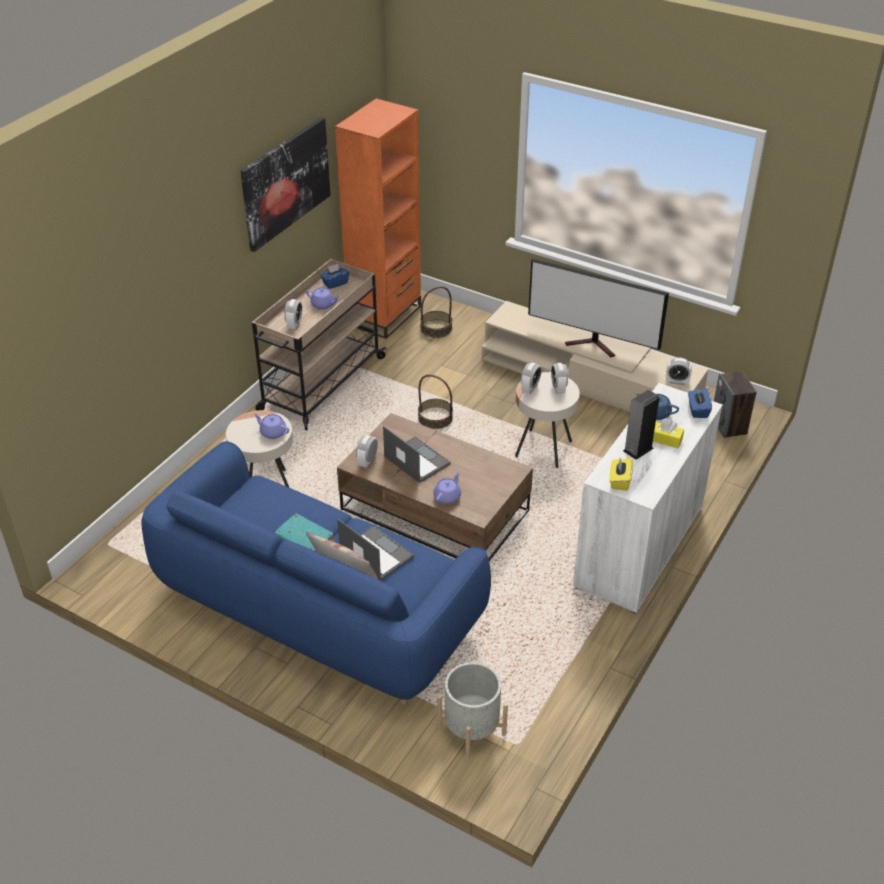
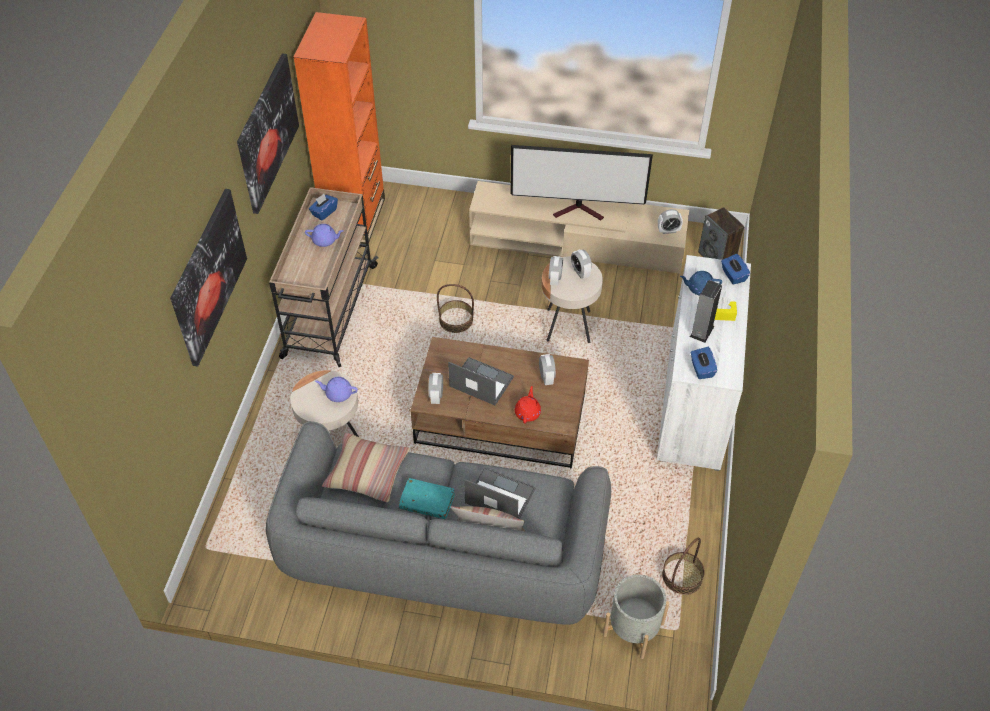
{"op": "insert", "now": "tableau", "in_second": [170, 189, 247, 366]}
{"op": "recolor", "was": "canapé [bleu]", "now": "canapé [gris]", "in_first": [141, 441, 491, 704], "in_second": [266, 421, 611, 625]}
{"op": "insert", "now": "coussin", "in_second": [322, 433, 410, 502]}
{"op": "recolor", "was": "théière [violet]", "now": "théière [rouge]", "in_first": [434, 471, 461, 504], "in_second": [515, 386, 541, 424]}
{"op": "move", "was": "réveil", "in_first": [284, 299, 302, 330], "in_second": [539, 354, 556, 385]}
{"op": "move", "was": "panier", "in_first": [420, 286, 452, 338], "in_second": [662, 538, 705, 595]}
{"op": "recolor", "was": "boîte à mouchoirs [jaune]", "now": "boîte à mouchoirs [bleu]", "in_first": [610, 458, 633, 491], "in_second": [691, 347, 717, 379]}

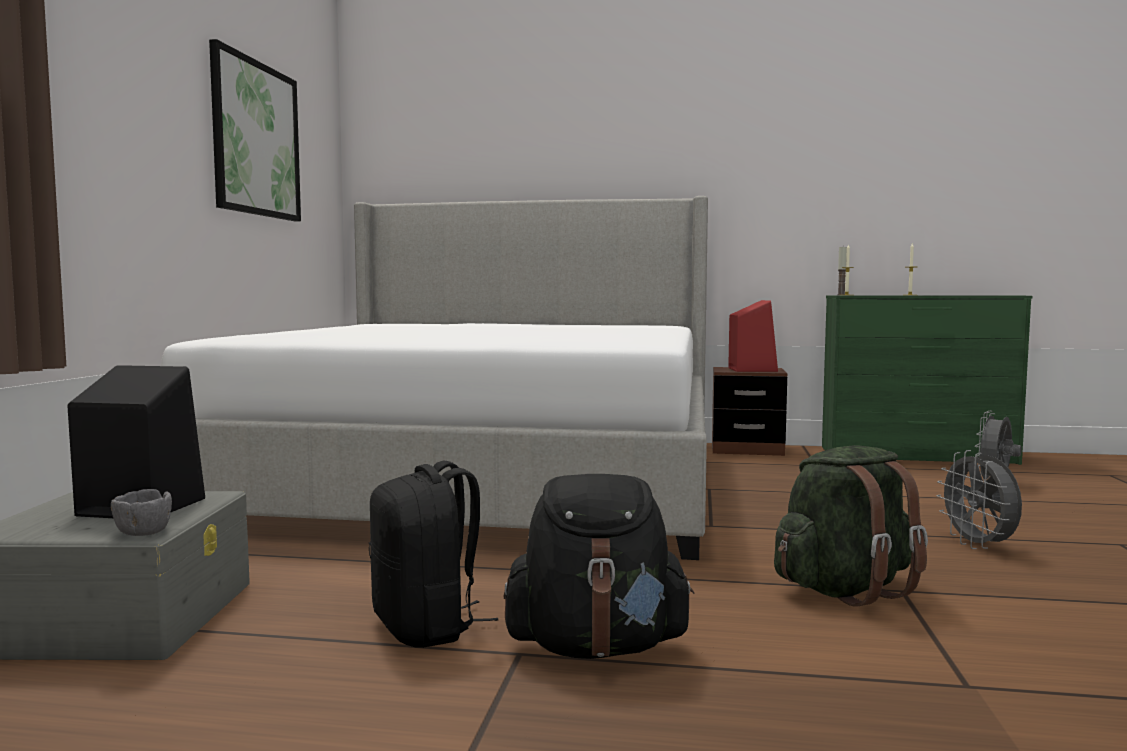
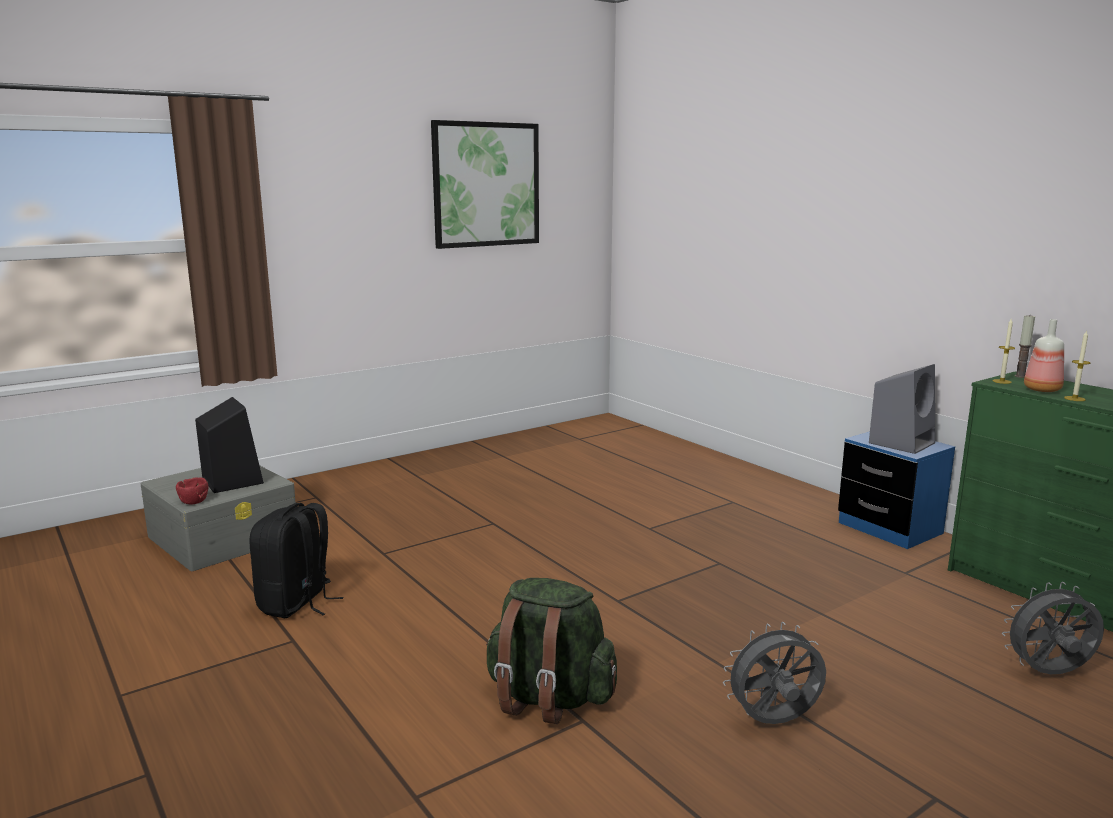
{"op": "recolor", "was": "bol [gris]", "now": "bol [rouge]", "in_first": [111, 489, 172, 536], "in_second": [176, 477, 208, 504]}
{"op": "rotate", "was": "ventilateur [gris]", "in_first": [937, 450, 1022, 549], "in_second": [723, 622, 826, 724], "clockwise": 45}
{"op": "recolor", "was": "table de chevet [marron]", "now": "table de chevet [bleu]", "in_first": [712, 367, 787, 456], "in_second": [838, 432, 955, 549]}
{"op": "recolor", "was": "enceinte [rouge]", "now": "enceinte [gris]", "in_first": [728, 300, 778, 372], "in_second": [869, 364, 935, 454]}
{"op": "insert", "now": "bouteille", "in_second": [1024, 319, 1064, 392]}
{"op": "delete", "was": "lit", "in_first": [161, 196, 708, 560]}
{"op": "delete", "was": "sac à dos [noir]", "in_first": [503, 474, 695, 659]}

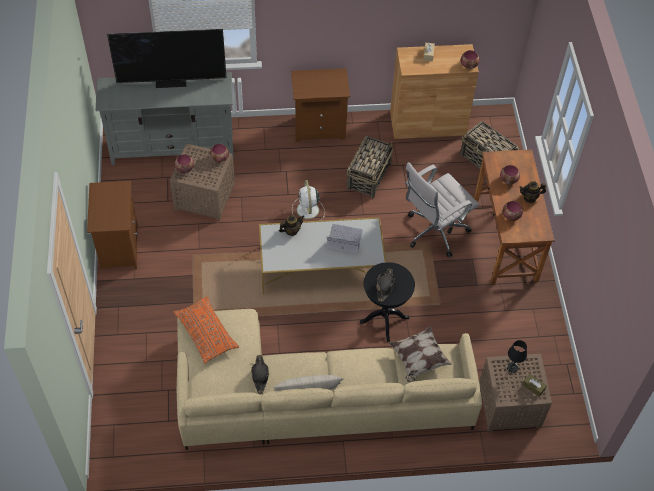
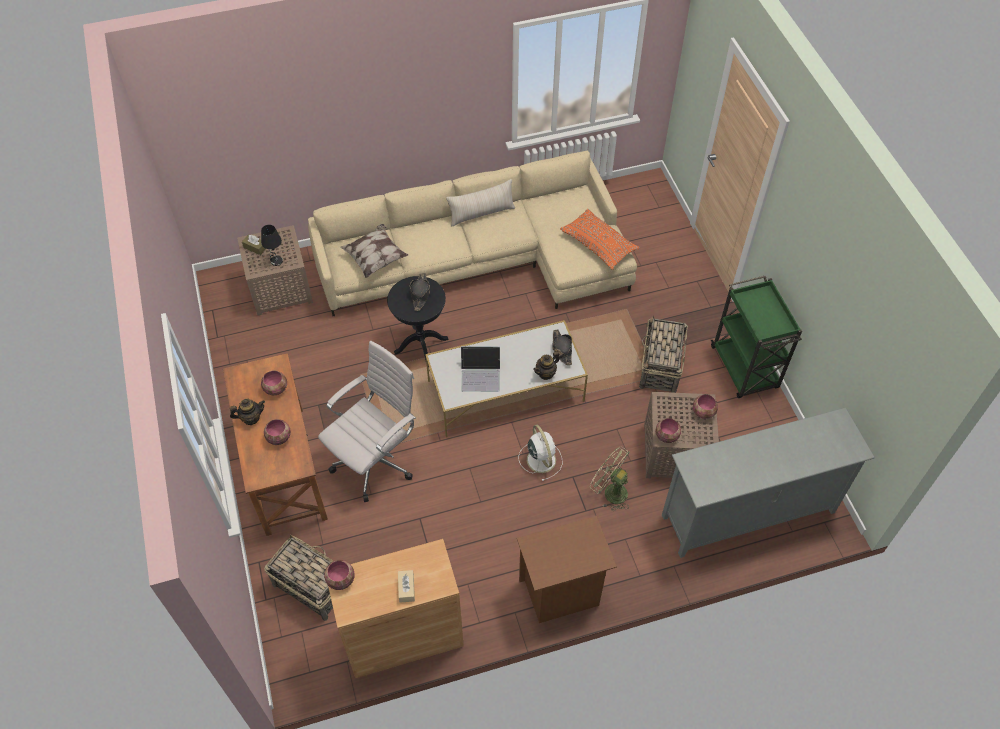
{"op": "move", "was": "chapeau [noir]", "in_first": [251, 355, 269, 394], "in_second": [552, 330, 572, 365]}
{"op": "insert", "now": "ventilateur [vert]", "in_second": [590, 446, 630, 511]}
{"op": "move", "was": "panier", "in_first": [347, 136, 393, 199], "in_second": [639, 316, 688, 393]}
{"op": "replace", "was": "table de chevet [marron]", "now": "chariot [vert]", "in_first": [87, 181, 138, 270], "in_second": [711, 276, 802, 398]}
{"op": "delete", "was": "téléviseur", "in_first": [107, 29, 227, 88]}

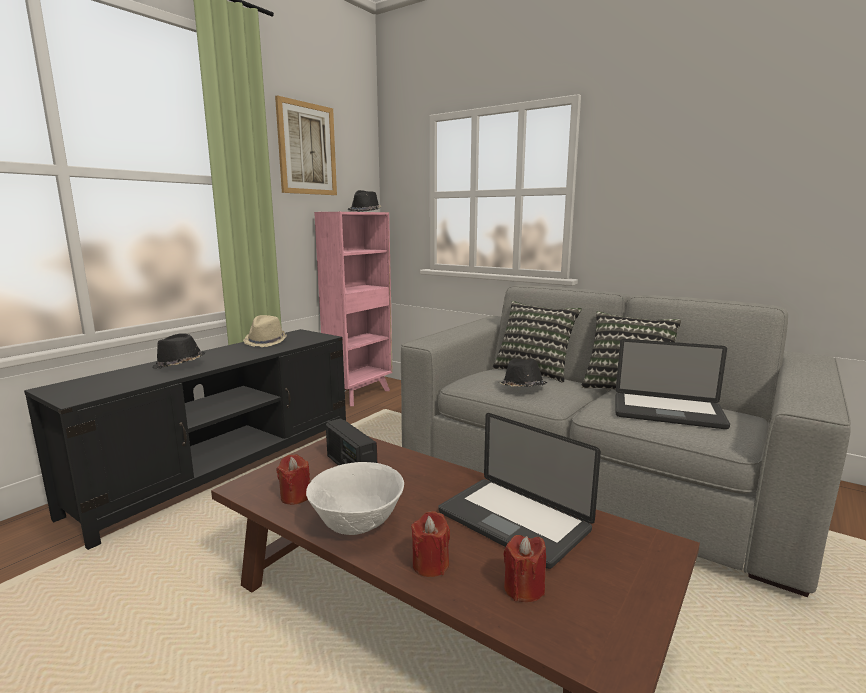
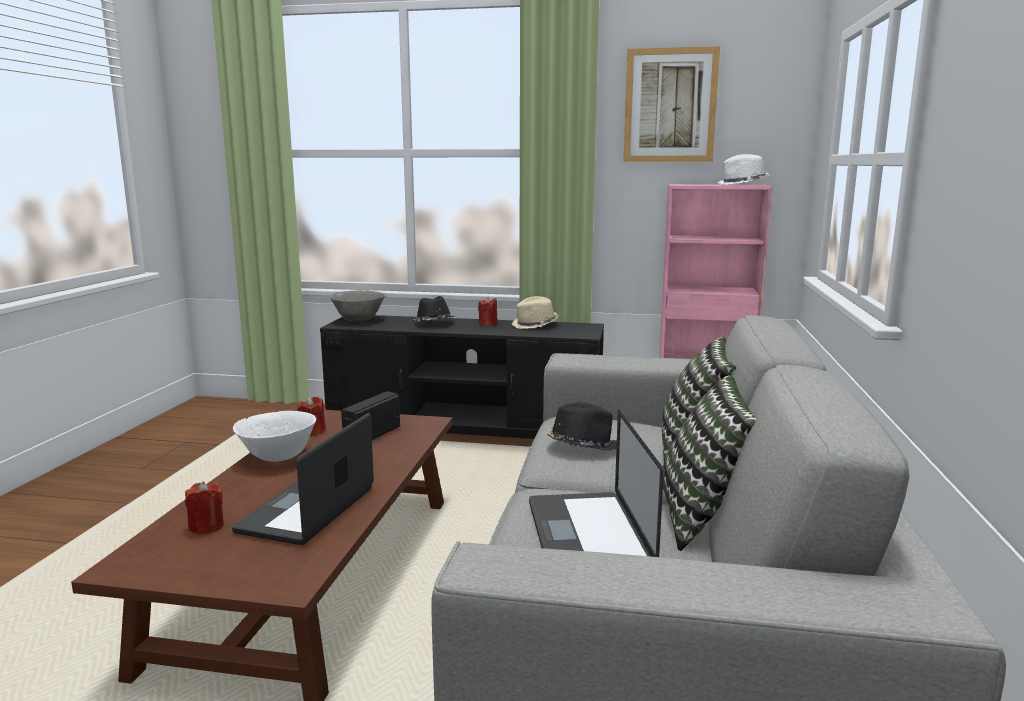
{"op": "insert", "now": "bol [gris]", "in_second": [330, 290, 386, 322]}
{"op": "move", "was": "bougie [rouge]", "in_first": [411, 511, 450, 577], "in_second": [478, 297, 498, 326]}
{"op": "recolor", "was": "chapeau [noir]", "now": "chapeau [blanc]", "in_first": [348, 190, 381, 212], "in_second": [718, 154, 770, 185]}

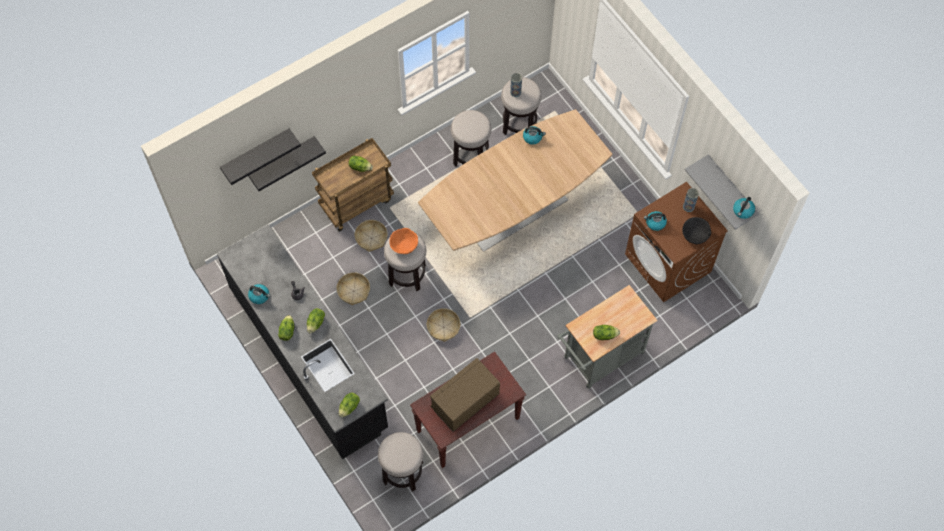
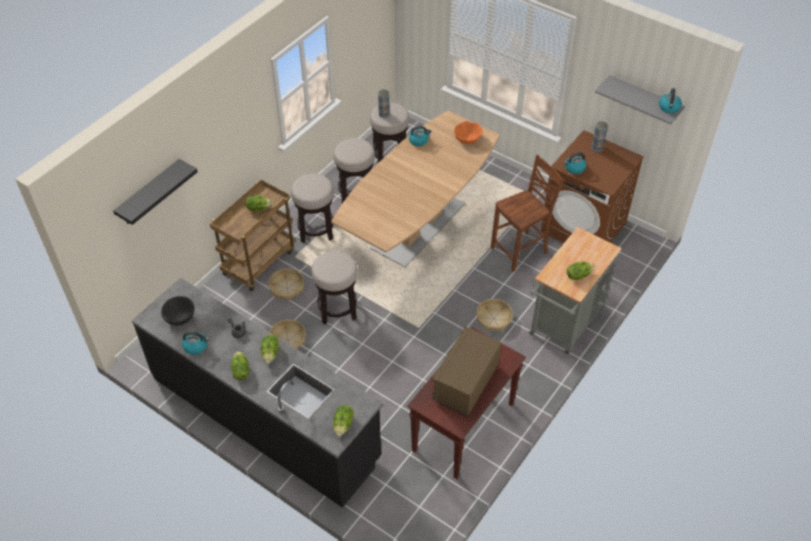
{"op": "move", "was": "bol [noir]", "in_first": [683, 217, 711, 244], "in_second": [161, 296, 195, 326]}
{"op": "move", "was": "tabouret", "in_first": [378, 432, 423, 492], "in_second": [290, 174, 334, 243]}
{"op": "move", "was": "bol [orange]", "in_first": [389, 228, 418, 254], "in_second": [454, 121, 483, 144]}
{"op": "move", "was": "panier", "in_first": [427, 308, 460, 342], "in_second": [476, 299, 513, 331]}
{"op": "insert", "now": "chaise [marron]", "in_second": [491, 154, 564, 272]}
{"op": "delete", "was": "étagère [noir]", "in_first": [248, 136, 326, 191]}

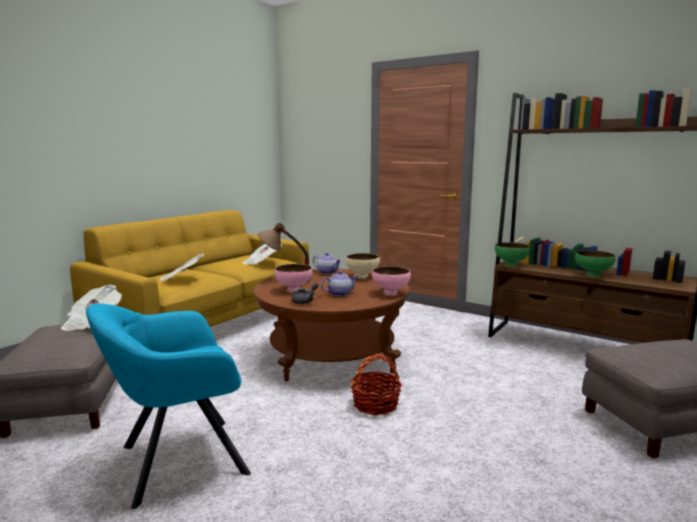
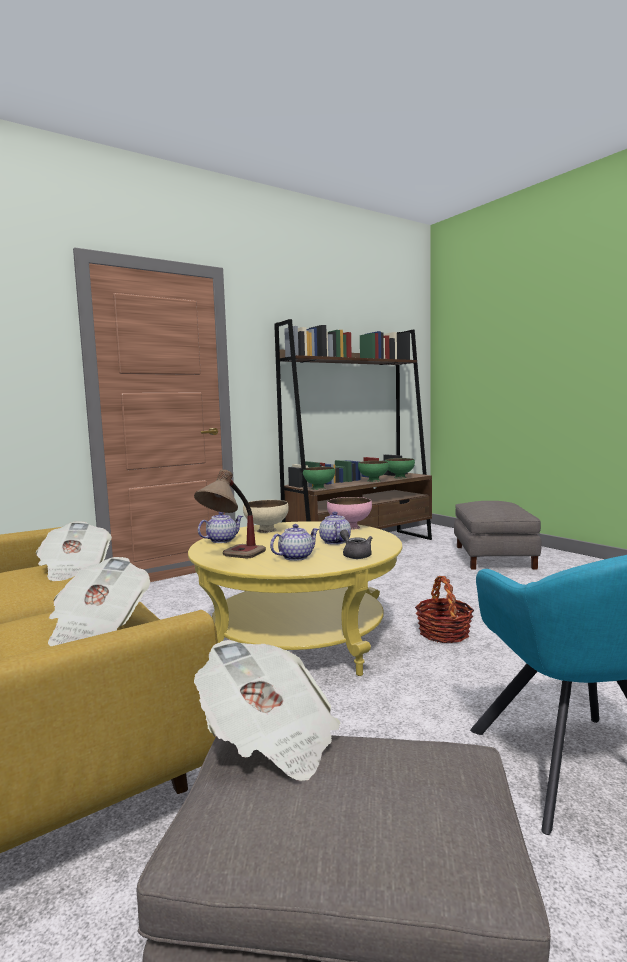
{"op": "recolor", "was": "table basse [marron]", "now": "table basse [jaune]", "in_first": [254, 269, 409, 381], "in_second": [188, 521, 402, 676]}
{"op": "replace", "was": "bol [rose]", "now": "théière", "in_first": [275, 264, 312, 293], "in_second": [270, 524, 319, 561]}
{"op": "insert", "now": "bol [vert]", "in_second": [385, 458, 415, 478]}

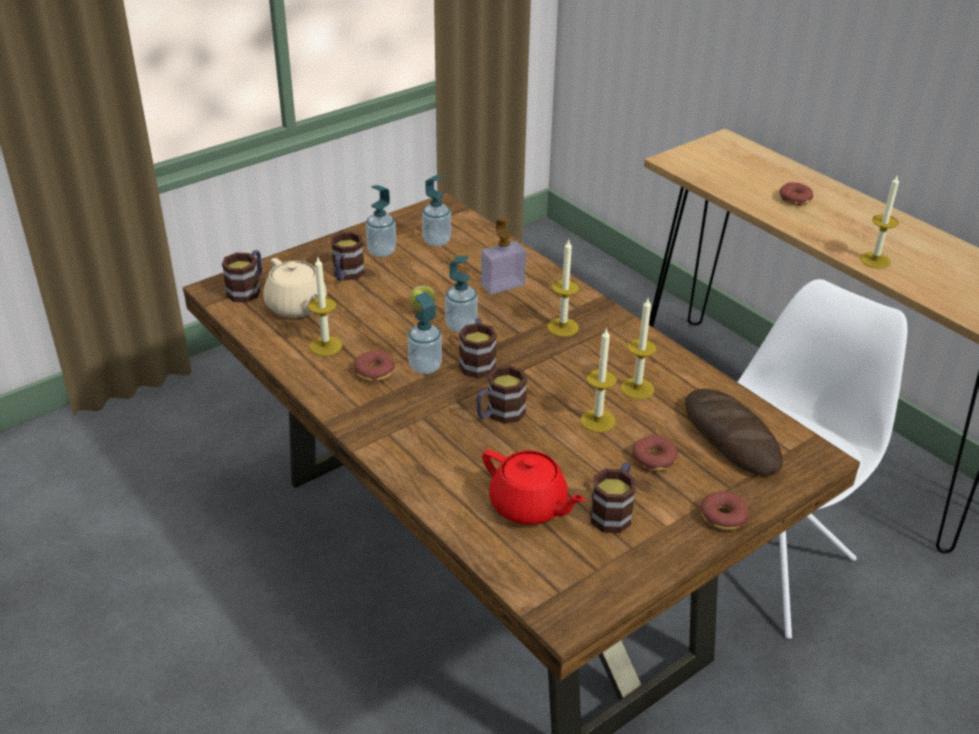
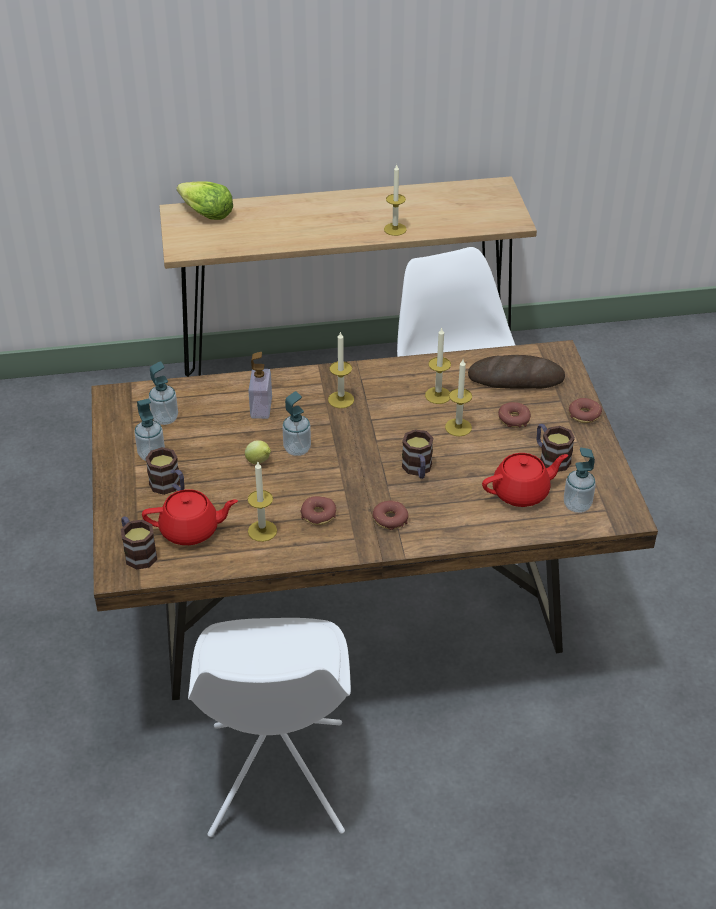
{"op": "recolor", "was": "théière [beige]", "now": "théière [rouge]", "in_first": [263, 258, 327, 318], "in_second": [142, 489, 238, 545]}
{"op": "insert", "now": "laitue", "in_second": [177, 182, 233, 220]}
{"op": "insert", "now": "chaise [blanc]", "in_second": [188, 618, 351, 837]}
{"op": "move", "was": "beignet", "in_first": [779, 182, 813, 206], "in_second": [372, 501, 409, 530]}
{"op": "move", "was": "distributeur de savon", "in_first": [408, 292, 442, 374], "in_second": [564, 448, 596, 513]}
{"op": "delete", "was": "mug", "in_first": [459, 318, 497, 378]}

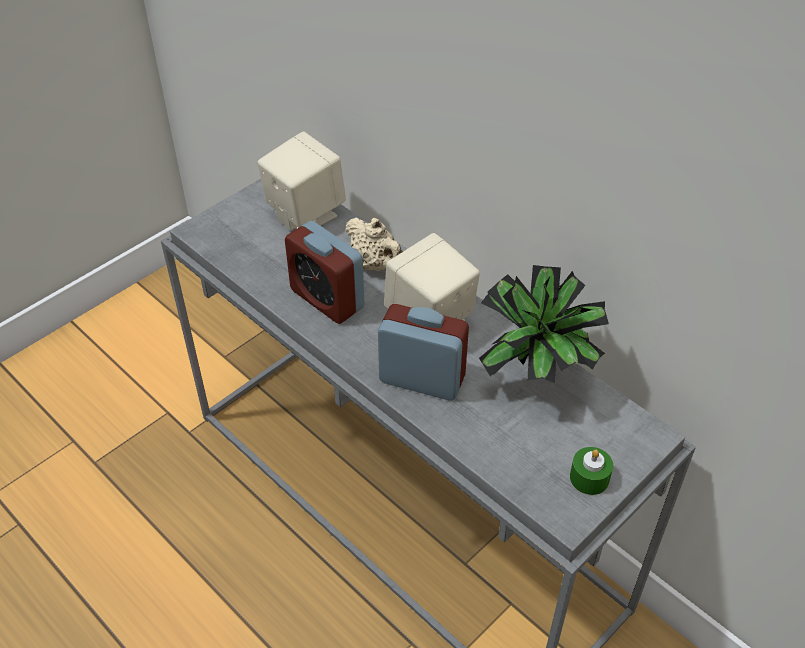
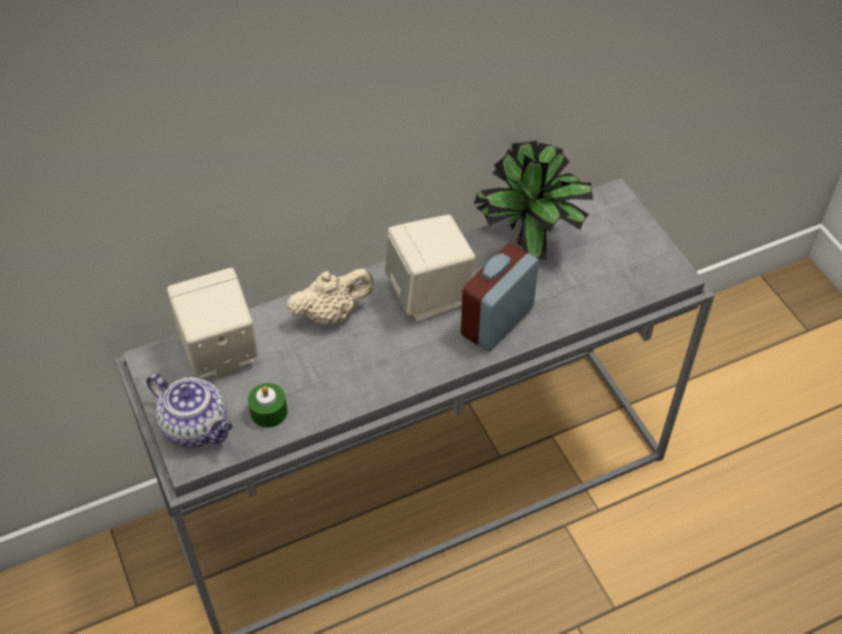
{"op": "insert", "now": "théière", "in_second": [146, 373, 233, 448]}
{"op": "move", "was": "bougie [vert]", "in_first": [570, 447, 613, 495], "in_second": [248, 383, 287, 428]}
{"op": "delete", "was": "réveil", "in_first": [285, 221, 365, 324]}

